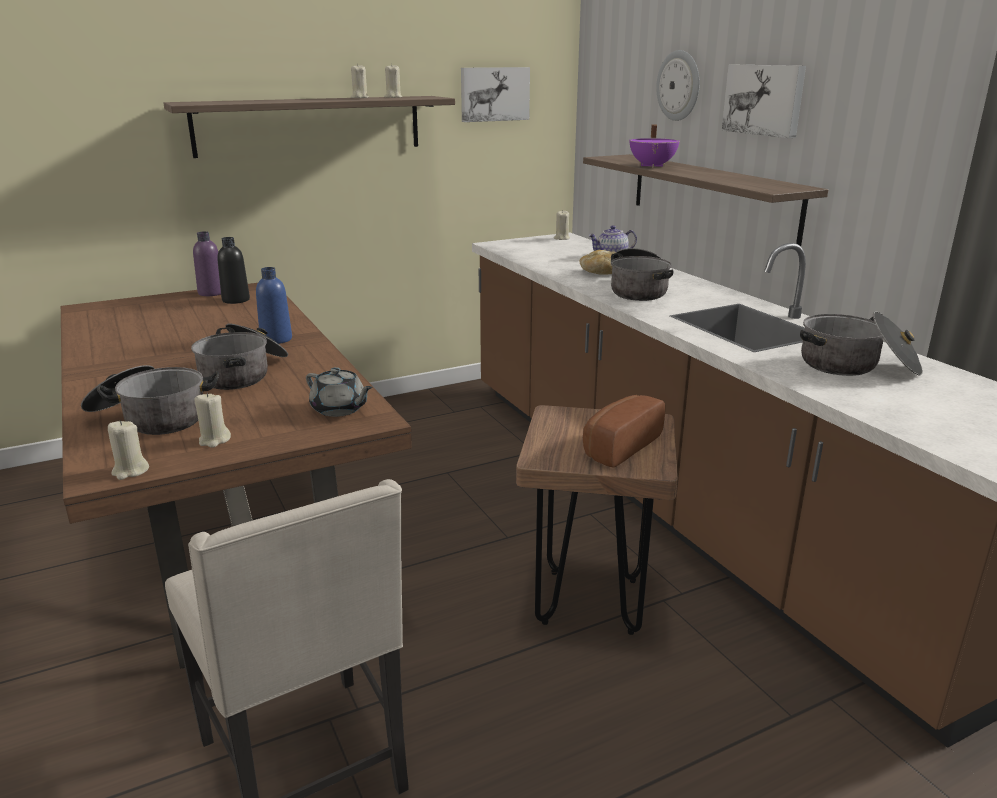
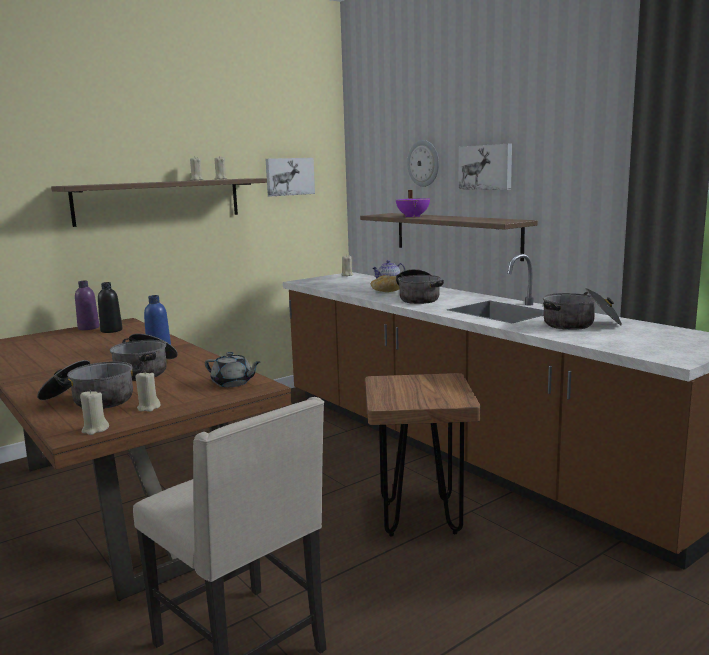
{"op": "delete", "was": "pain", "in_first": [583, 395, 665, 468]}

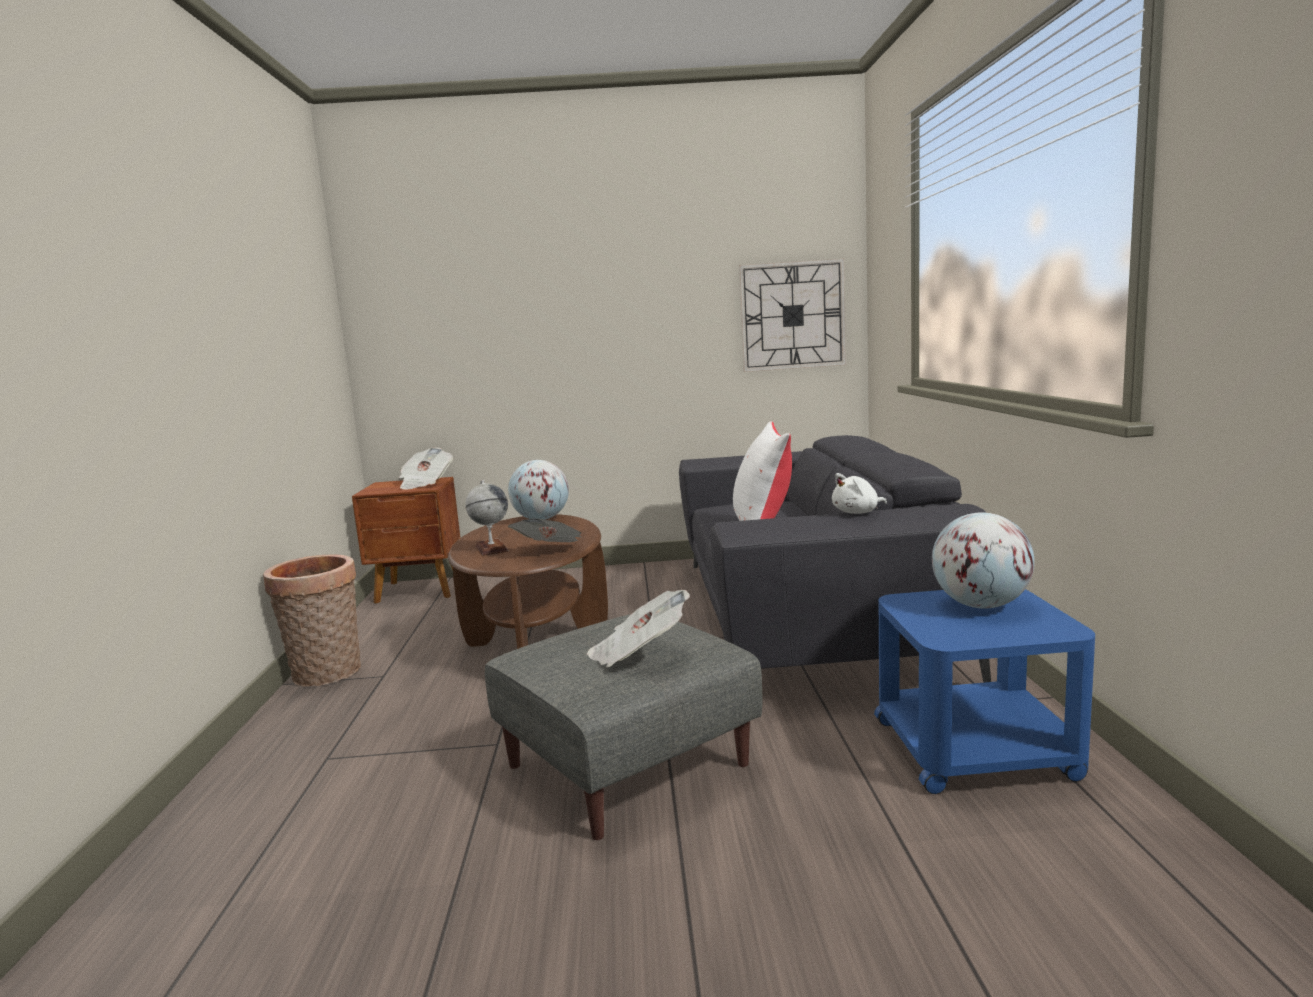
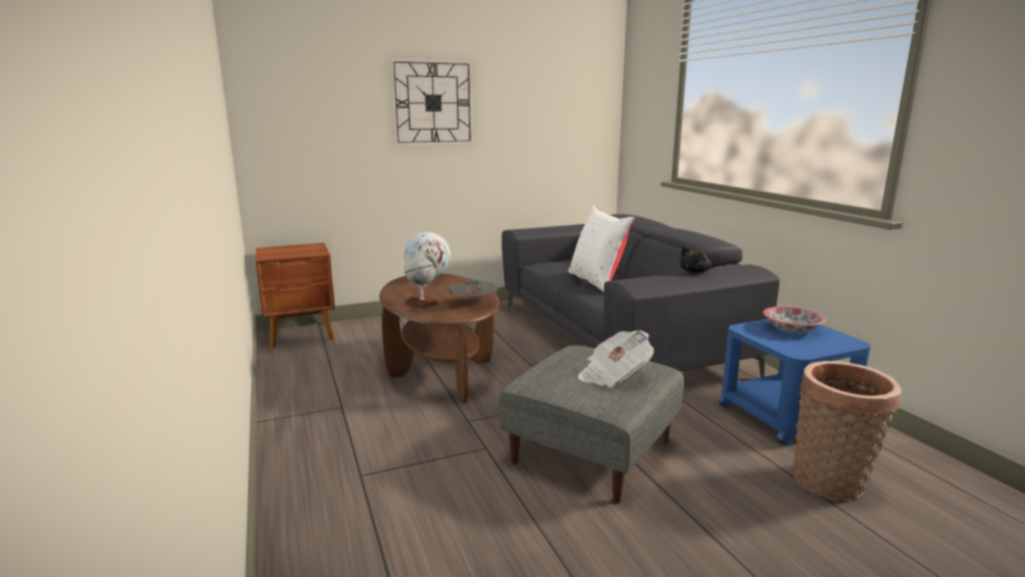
{"op": "move", "was": "horloge murale", "in_first": [739, 259, 846, 372], "in_second": [390, 58, 474, 146]}
{"op": "recolor", "was": "peluche [blanc]", "now": "peluche [noir]", "in_first": [832, 473, 887, 514], "in_second": [679, 246, 711, 273]}
{"op": "replace", "was": "globe", "now": "bol", "in_first": [932, 513, 1035, 609], "in_second": [763, 306, 825, 333]}
{"op": "move", "was": "panier", "in_first": [263, 554, 361, 686], "in_second": [793, 361, 902, 501]}
{"op": "delete", "was": "journal", "in_first": [399, 447, 453, 489]}

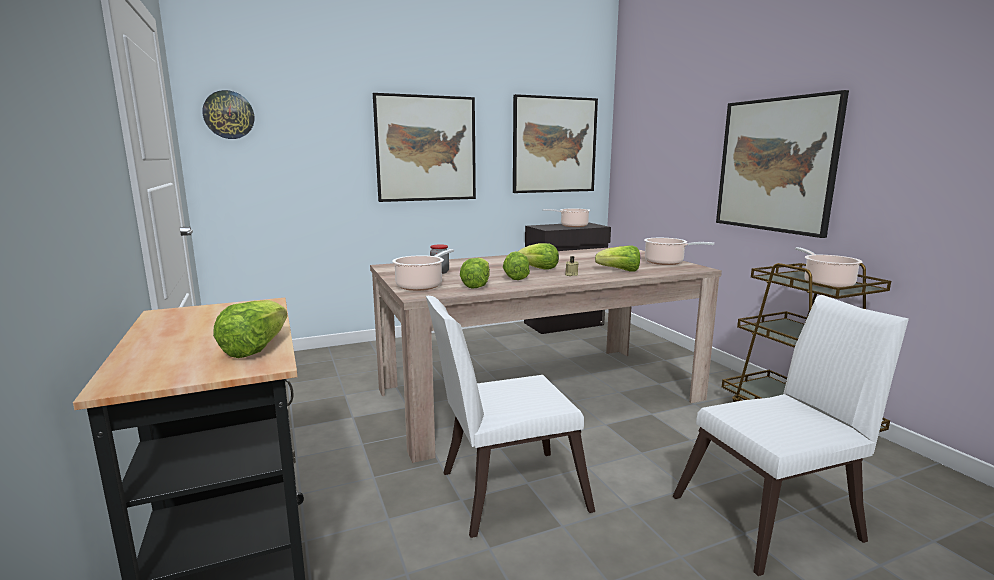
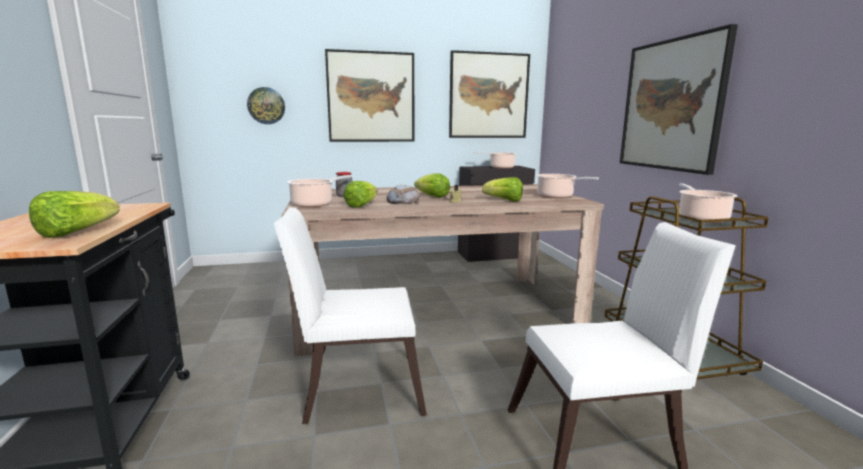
{"op": "move", "was": "horloge murale", "in_first": [202, 90, 254, 139], "in_second": [247, 87, 285, 124]}
{"op": "replace", "was": "laitue", "now": "pain", "in_first": [503, 251, 530, 280], "in_second": [387, 184, 420, 204]}

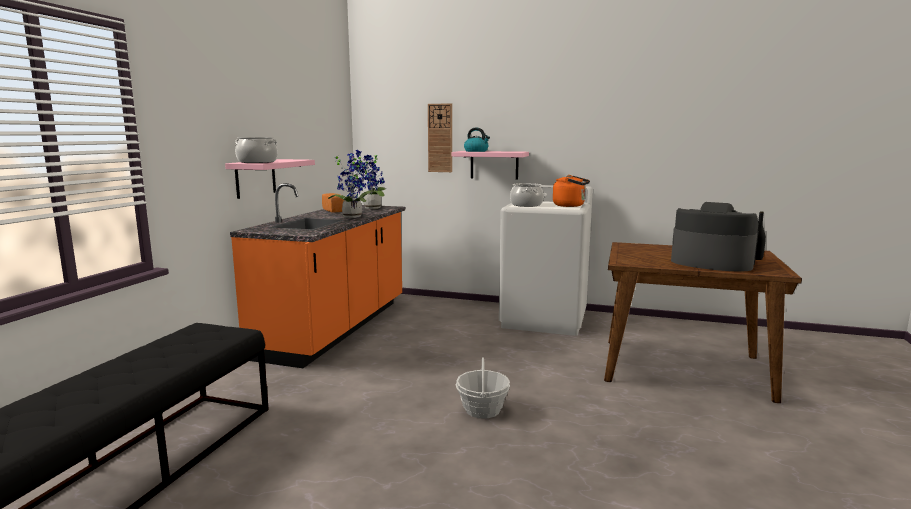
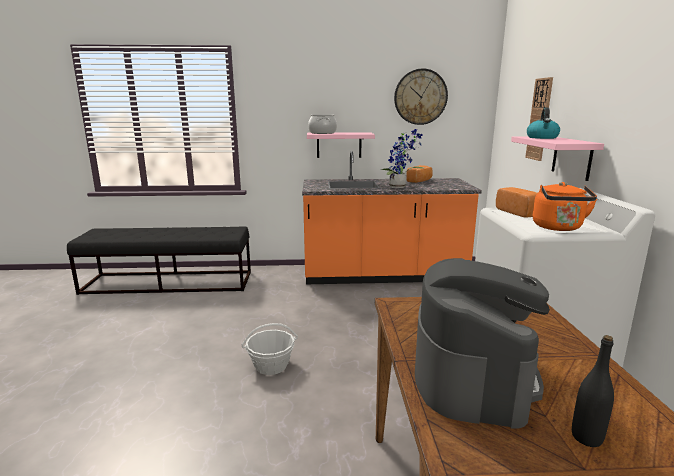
{"op": "insert", "now": "horloge murale", "in_second": [394, 68, 448, 125]}
{"op": "replace", "was": "marmite", "now": "pain", "in_first": [510, 183, 544, 207], "in_second": [496, 187, 537, 218]}
{"op": "delete", "was": "plante en pot", "in_first": [347, 150, 386, 209]}

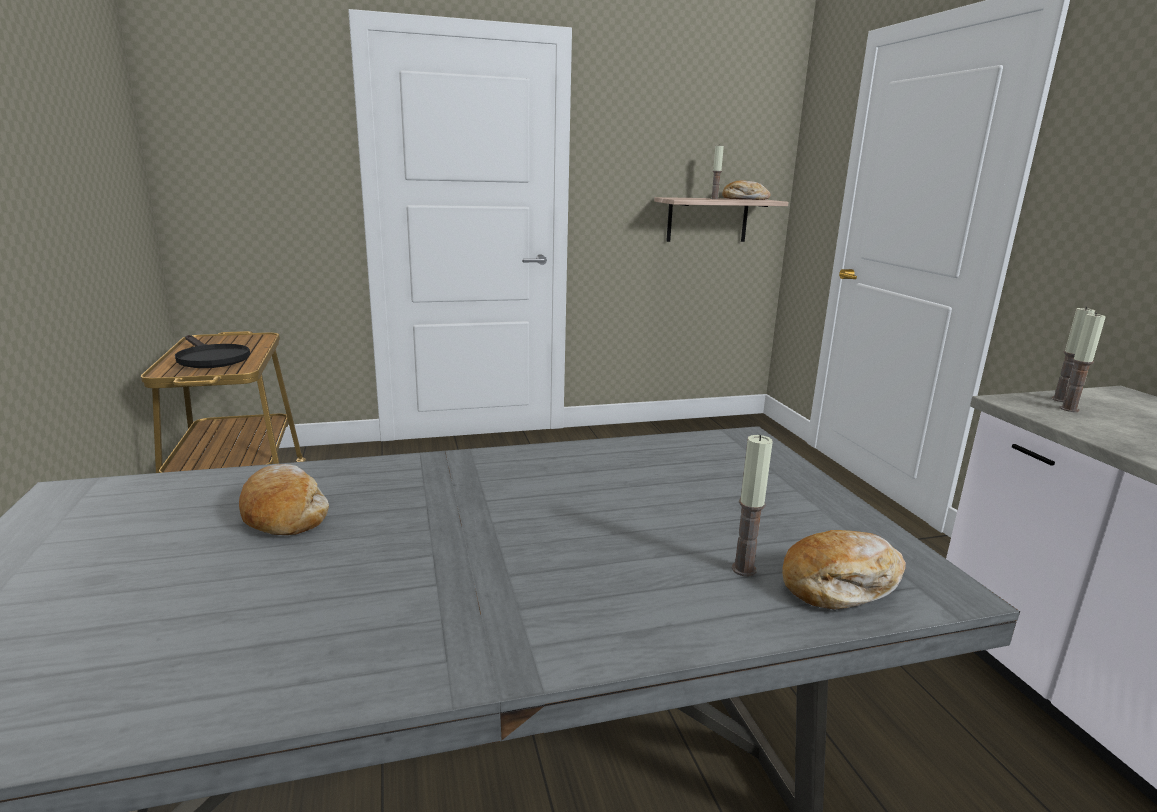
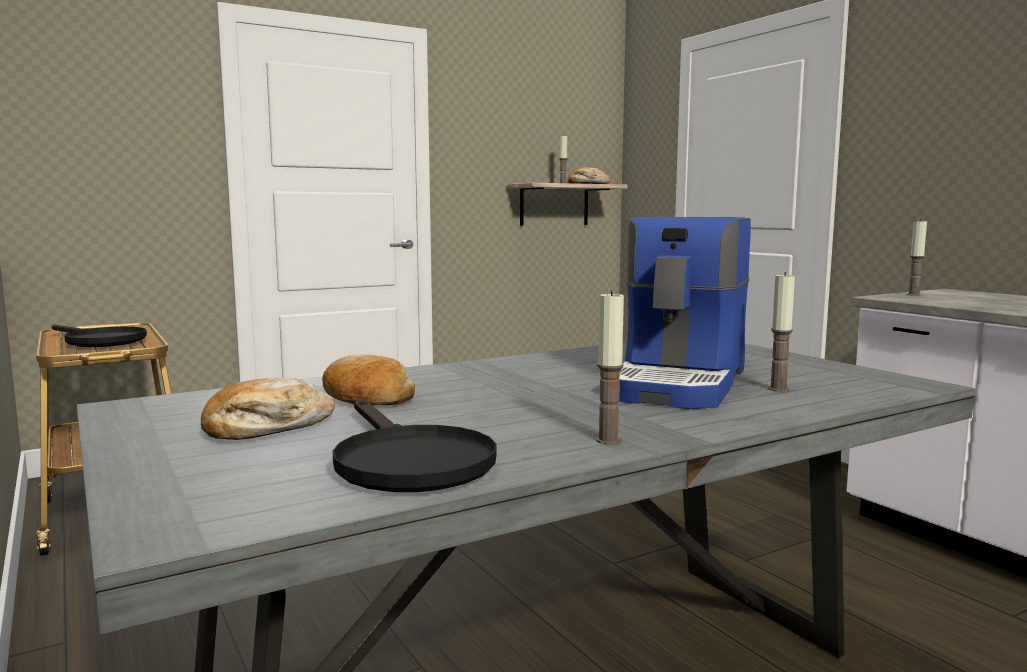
{"op": "move", "was": "pain", "in_first": [782, 530, 906, 610], "in_second": [201, 378, 335, 440]}
{"op": "insert", "now": "poêle [noir]", "in_second": [333, 399, 496, 492]}
{"op": "move", "was": "bougie", "in_first": [1059, 312, 1106, 412], "in_second": [596, 290, 624, 445]}
{"op": "insert", "now": "machine à café", "in_second": [619, 217, 751, 409]}

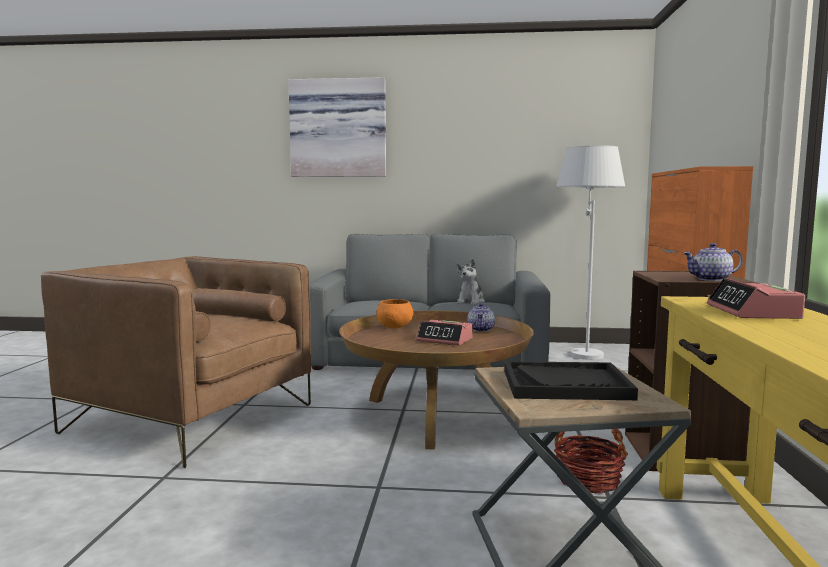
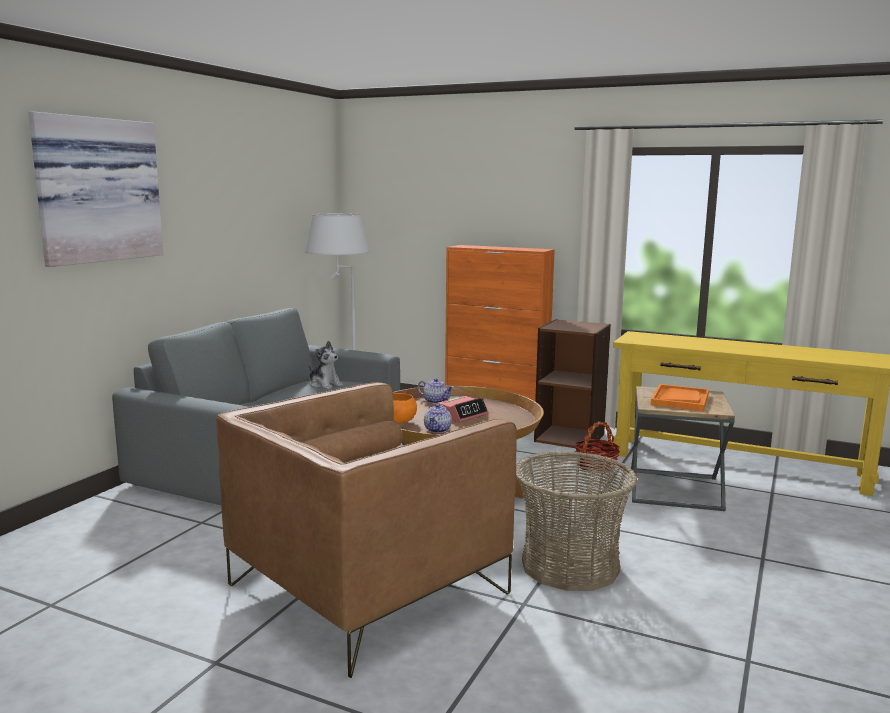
{"op": "move", "was": "théière", "in_first": [683, 243, 743, 281], "in_second": [424, 404, 452, 433]}
{"op": "insert", "now": "panier", "in_second": [516, 451, 637, 591]}
{"op": "recolor", "was": "plateau [noir]", "now": "plateau [orange]", "in_first": [504, 361, 638, 400], "in_second": [651, 384, 709, 411]}
{"op": "delete", "was": "réveil", "in_first": [707, 278, 805, 319]}

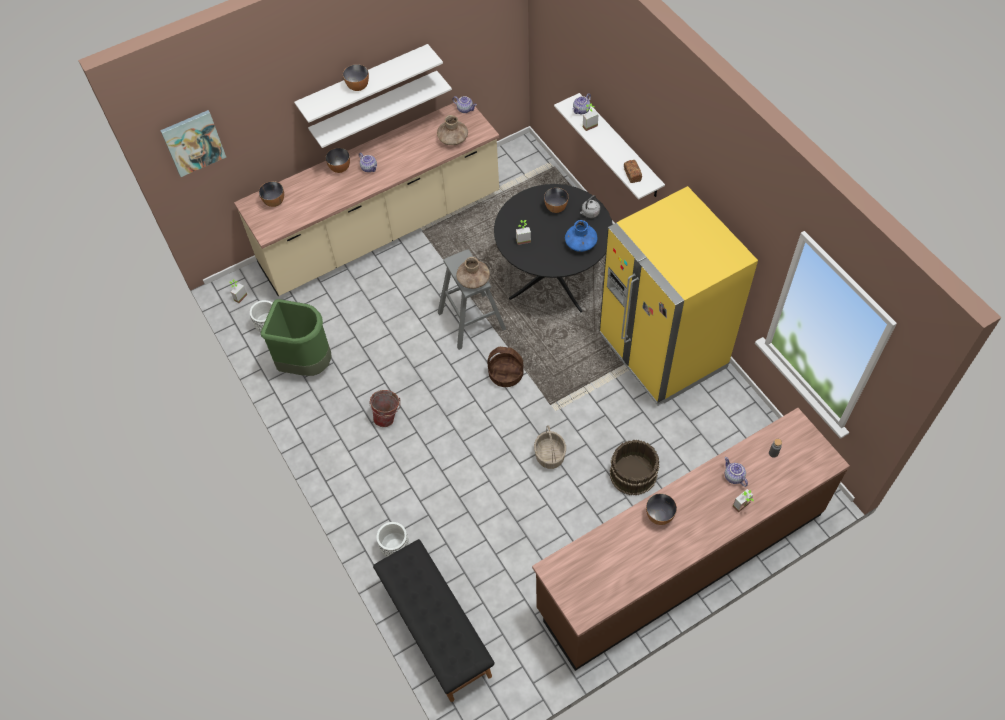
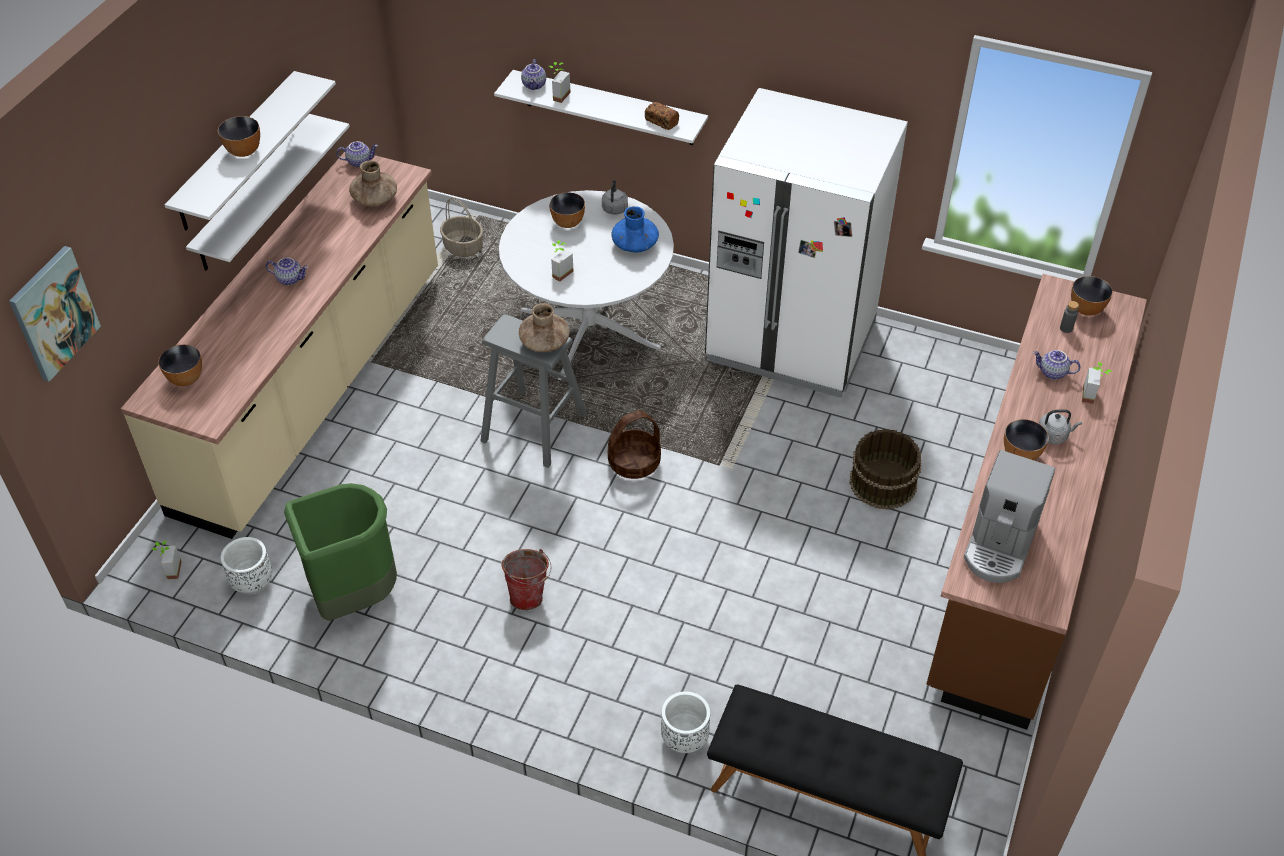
{"op": "move", "was": "panier", "in_first": [534, 425, 566, 469], "in_second": [440, 198, 483, 257]}
{"op": "recolor", "was": "table à manger [noir]", "now": "table à manger [blanc]", "in_first": [494, 184, 613, 312], "in_second": [499, 190, 674, 380]}
{"op": "recolor", "was": "réfrigérateur [jaune]", "now": "réfrigérateur [blanc]", "in_first": [599, 186, 758, 405], "in_second": [705, 88, 908, 398]}
{"op": "insert", "now": "machine à café", "in_second": [964, 450, 1055, 583]}
{"op": "insert", "now": "bouilloire [gris]", "in_second": [1039, 409, 1082, 444]}
{"op": "move", "was": "bol", "in_first": [325, 148, 350, 173], "in_second": [1071, 276, 1113, 316]}

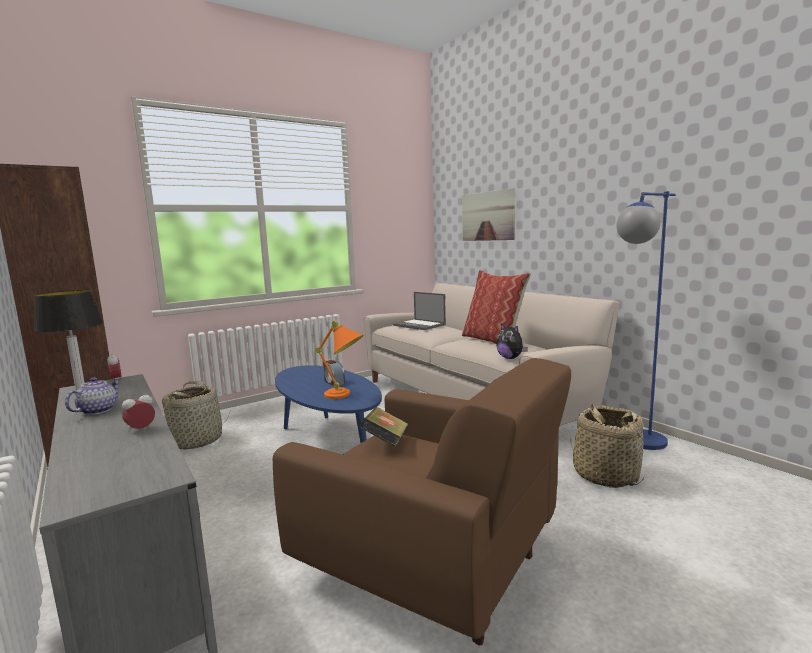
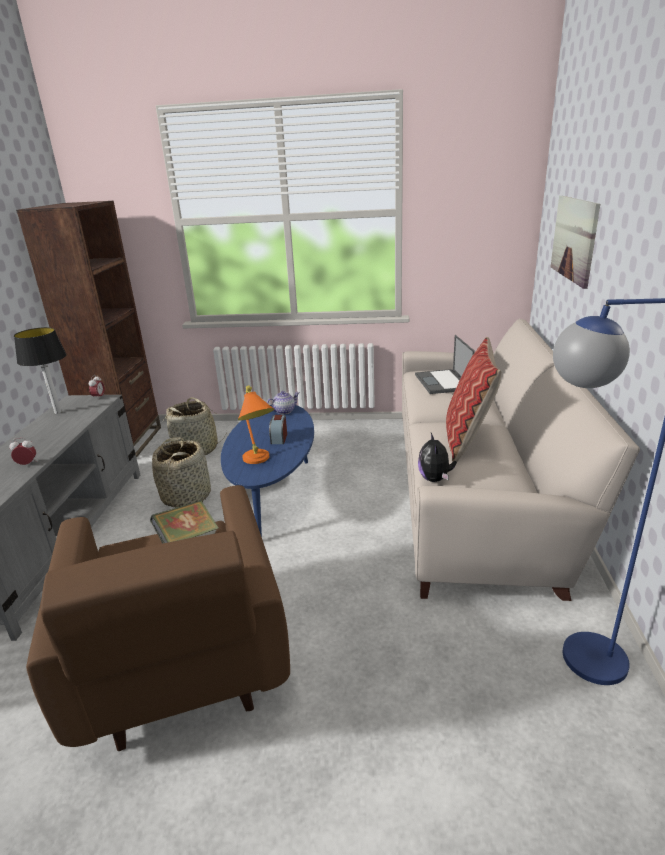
{"op": "move", "was": "panier", "in_first": [570, 404, 644, 488], "in_second": [152, 437, 211, 508]}
{"op": "move", "was": "théière", "in_first": [65, 377, 121, 415], "in_second": [266, 391, 300, 415]}

